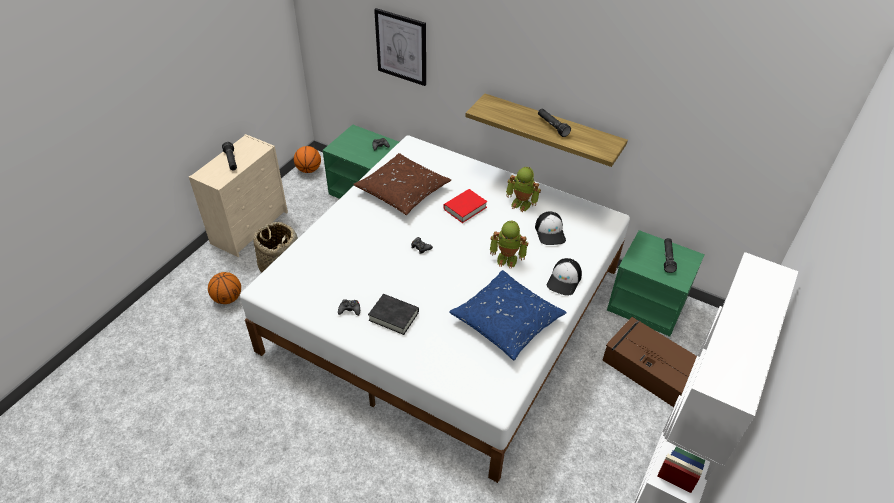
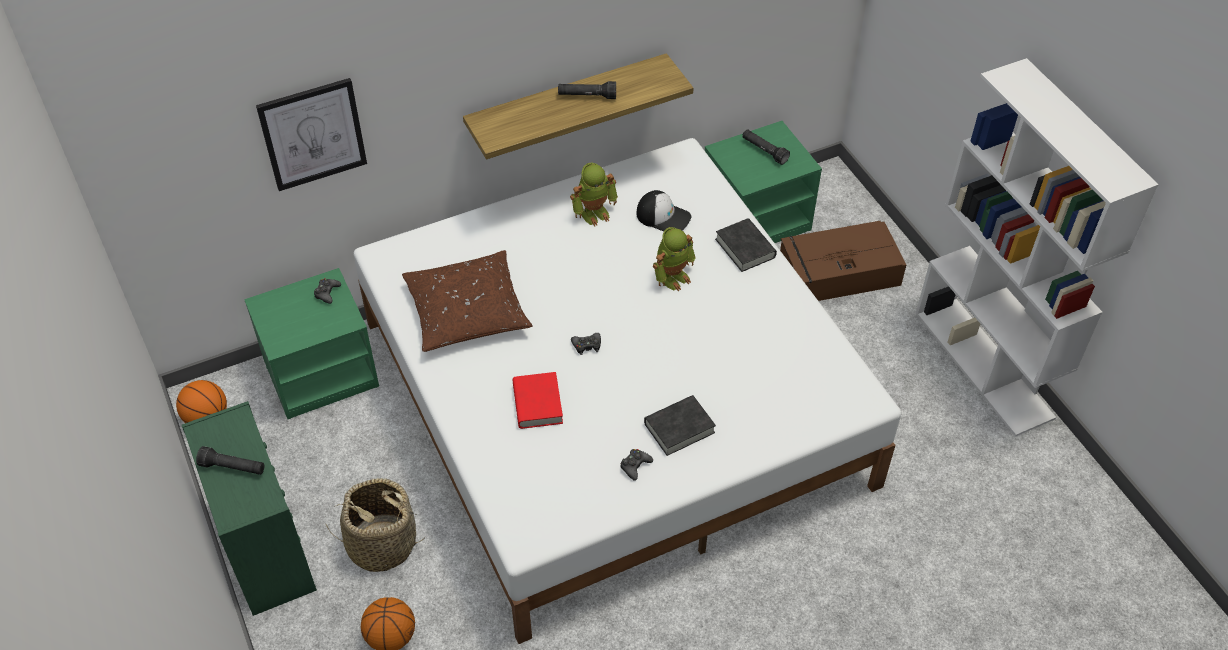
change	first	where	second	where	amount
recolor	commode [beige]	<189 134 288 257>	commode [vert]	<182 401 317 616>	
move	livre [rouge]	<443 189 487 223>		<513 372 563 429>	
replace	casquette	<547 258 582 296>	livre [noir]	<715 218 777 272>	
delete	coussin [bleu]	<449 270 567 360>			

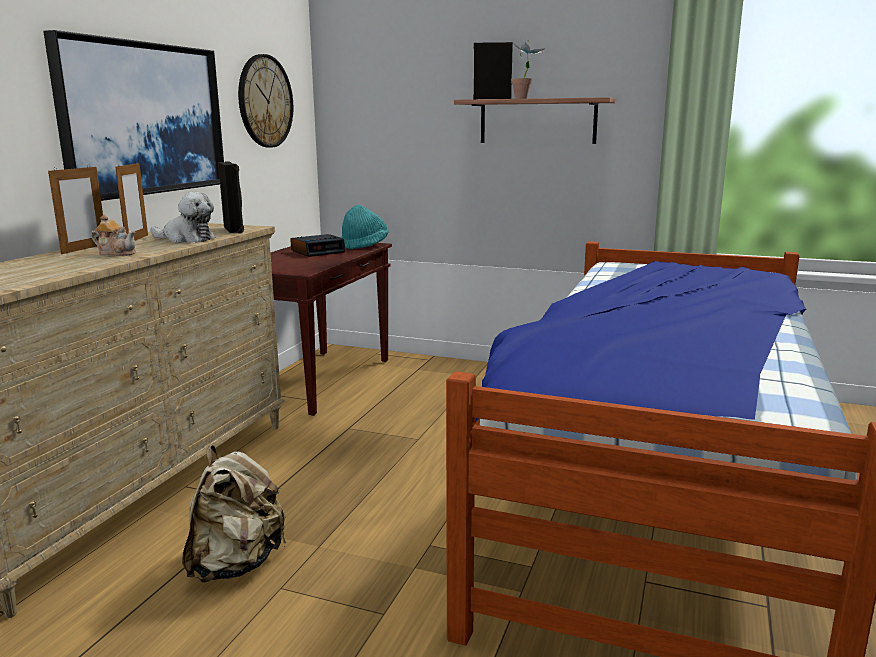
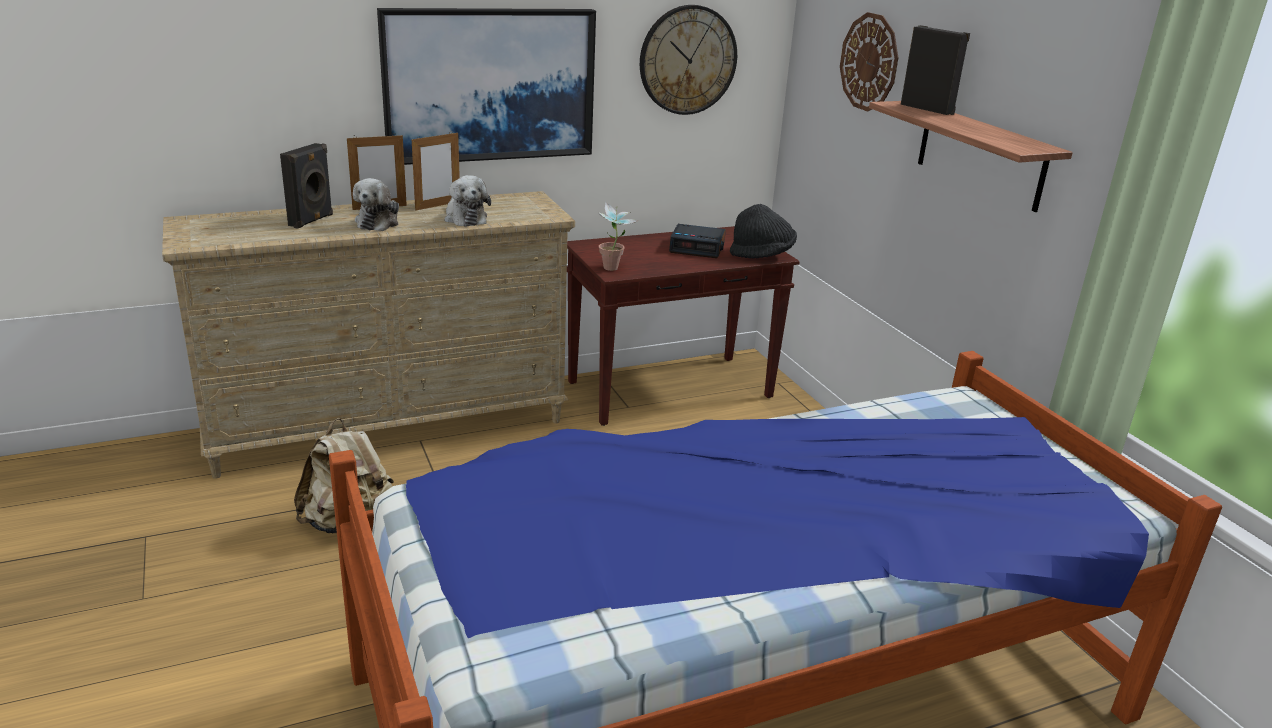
change	first	where	second	where	amount
move	enceinte [noir]	<218 161 244 233>		<280 143 333 229>	
replace	théière	<91 214 136 256>	peluche	<353 178 399 231>	
move	plante en pot	<511 40 544 99>		<598 202 639 271>	
recolor	chapeau [turquoise]	<342 205 389 250>	chapeau [noir]	<730 204 797 258>	
insert			horloge murale	<840 12 898 111>	

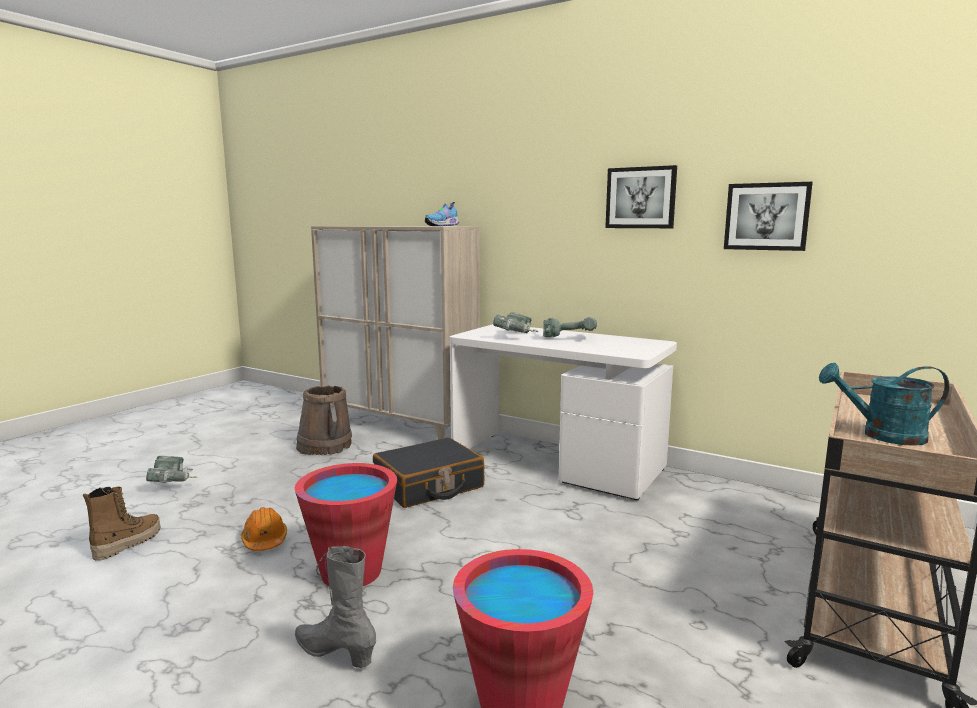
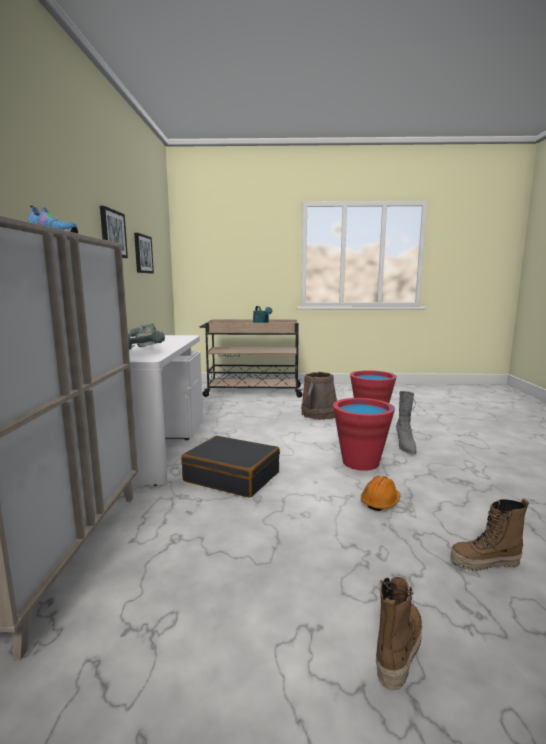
change	first	where	second	where	amount
move	seau [marron]	<296 385 352 455>		<301 372 337 420>	
replace	perceuse	<146 456 198 483>	botte	<376 577 422 690>	

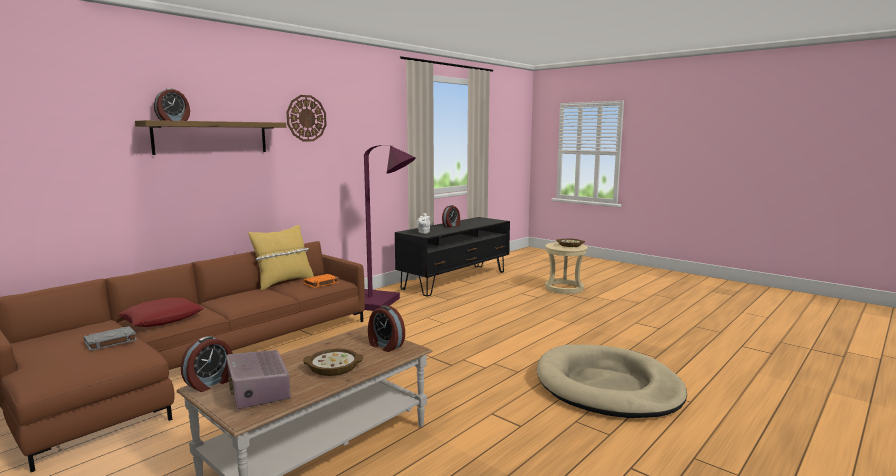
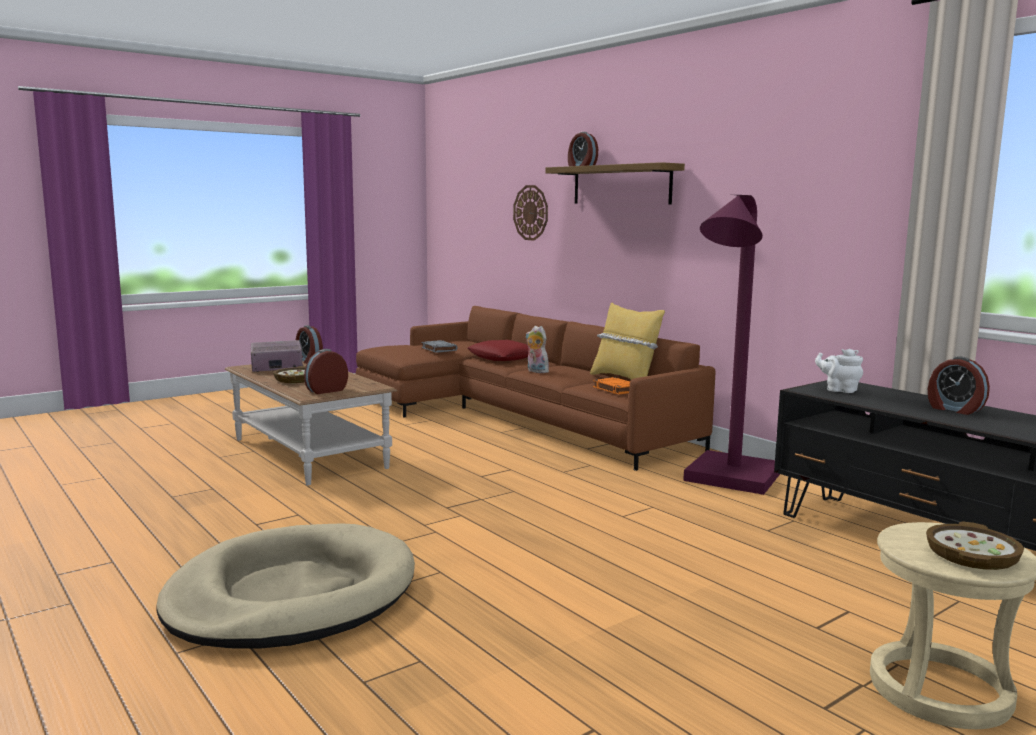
change	first	where	second	where	amount
move	horloge murale	<286 95 327 141>		<513 185 548 240>	
insert			peluche	<526 326 549 373>	

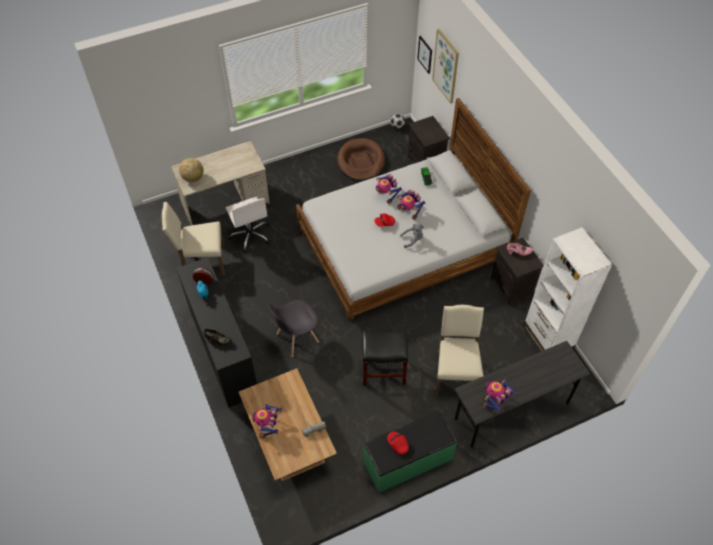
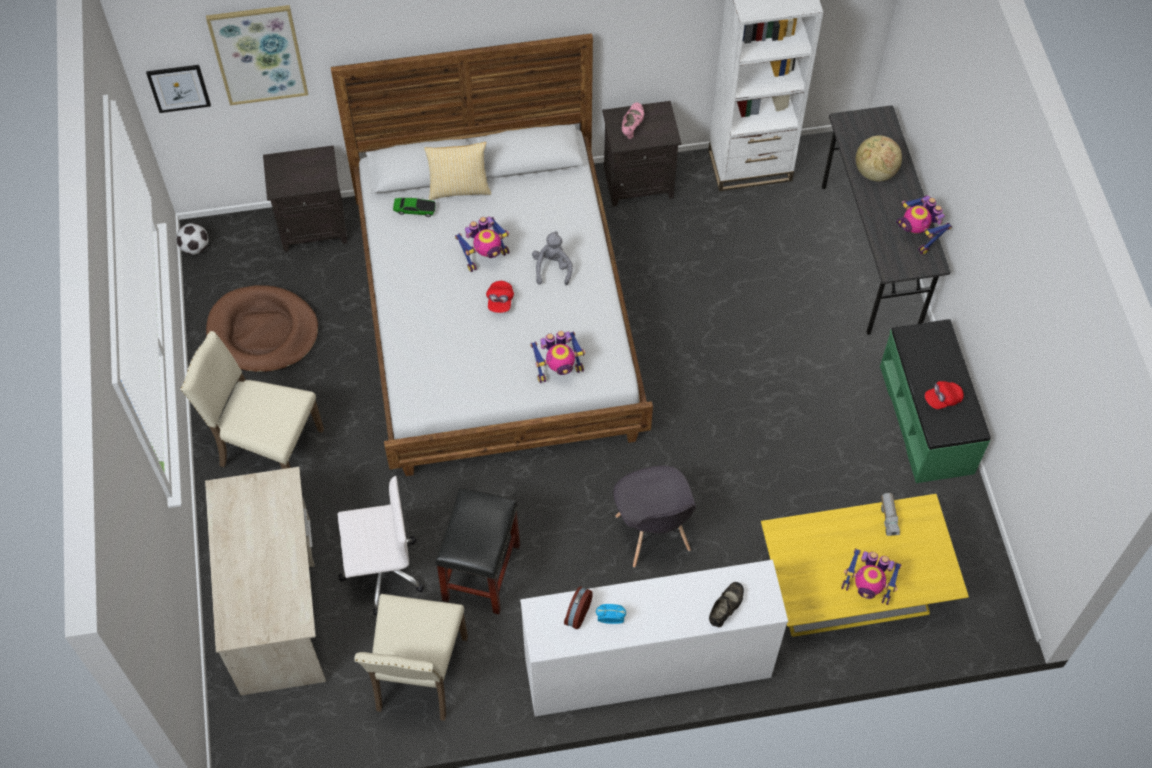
change	first	where	second	where	amount
move	chaise [beige]	<435 305 484 396>		<180 331 324 469>	
insert			coussin	<424 142 491 200>	
move	tabouret [noir]	<362 331 408 385>		<435 488 520 614>	
recolor	commode [noir]	<176 257 257 407>	commode [blanc]	<520 560 788 716>	
move	robot jouet	<376 174 402 204>		<530 331 585 383>	
recolor	table basse [marron]	<239 368 337 481>	table basse [jaune]	<761 494 969 637>	
move	globe	<179 158 203 182>		<856 135 902 181>	

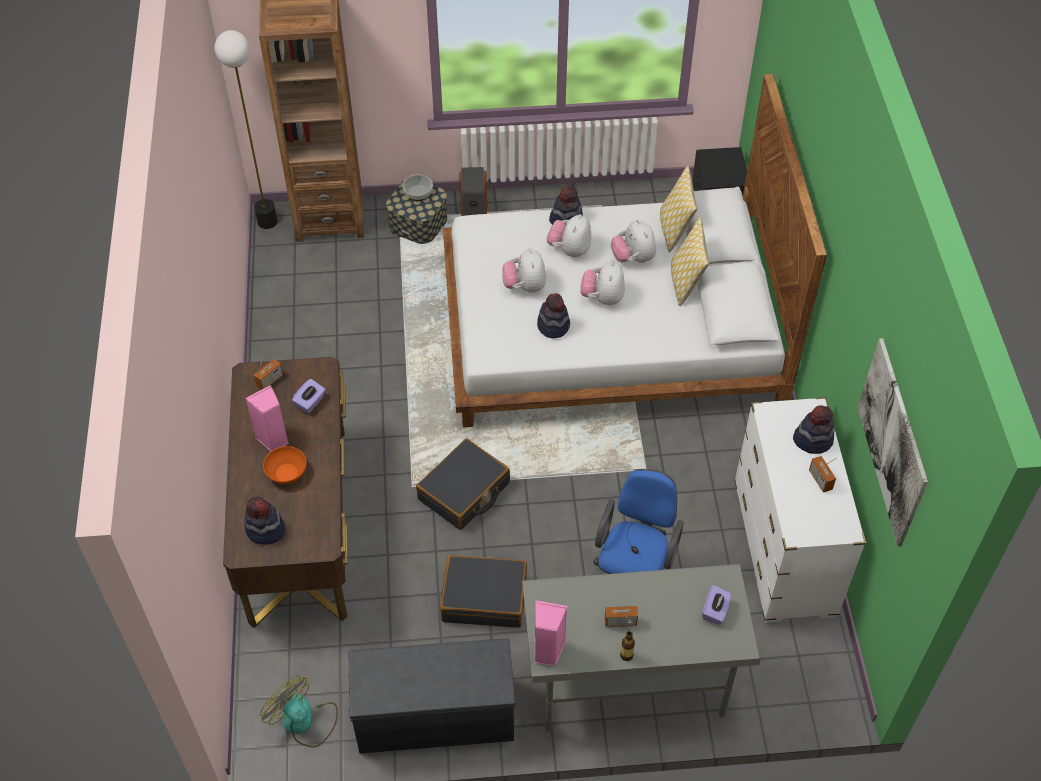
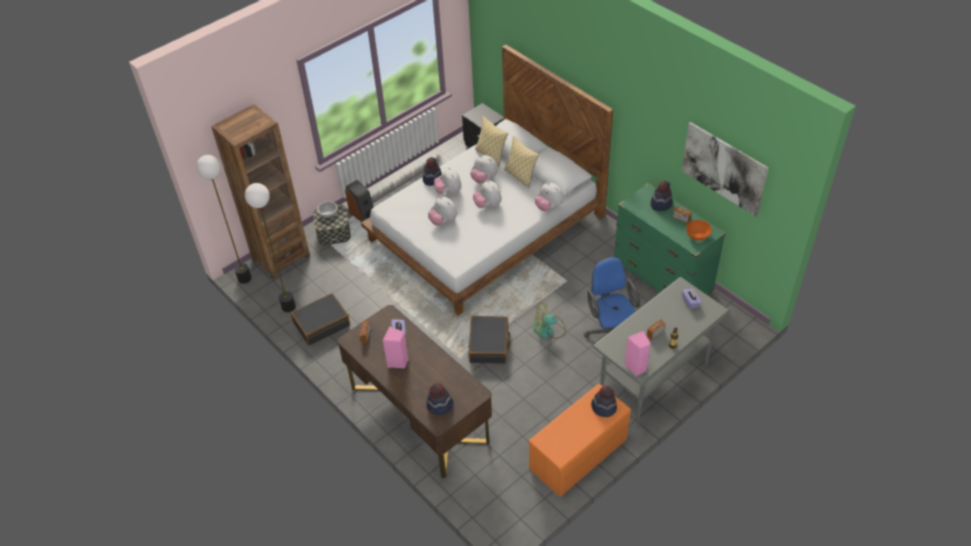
change	first	where	second	where	amount
insert			lampadaire	<245 183 296 312>	
move	valise [noir]	<440 555 527 628>		<291 293 350 346>	
recolor	banc [gris]	<349 638 515 754>	banc [orange]	<529 384 631 497>	
move	ventilateur	<260 675 338 747>		<532 303 566 339>	
insert			peluche	<535 182 564 211>	
move	chapeau	<537 293 570 338>		<591 386 617 417>	
recolor	commode [blanc]	<734 397 866 623>	commode [vert]	<614 183 726 295>	
move	bol [orange]	<263 446 307 484>		<686 220 712 241>	

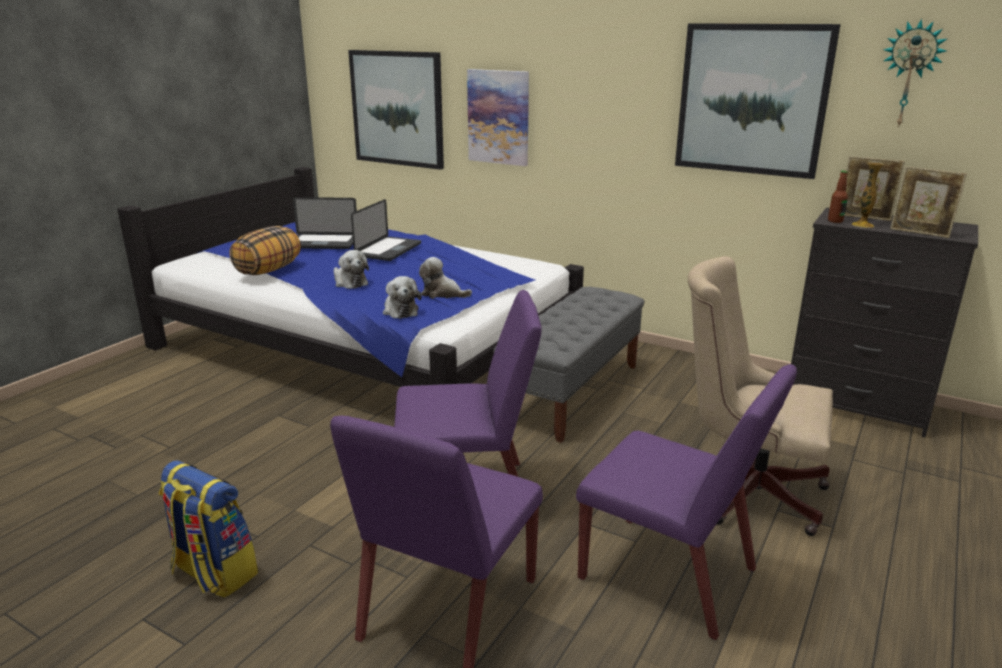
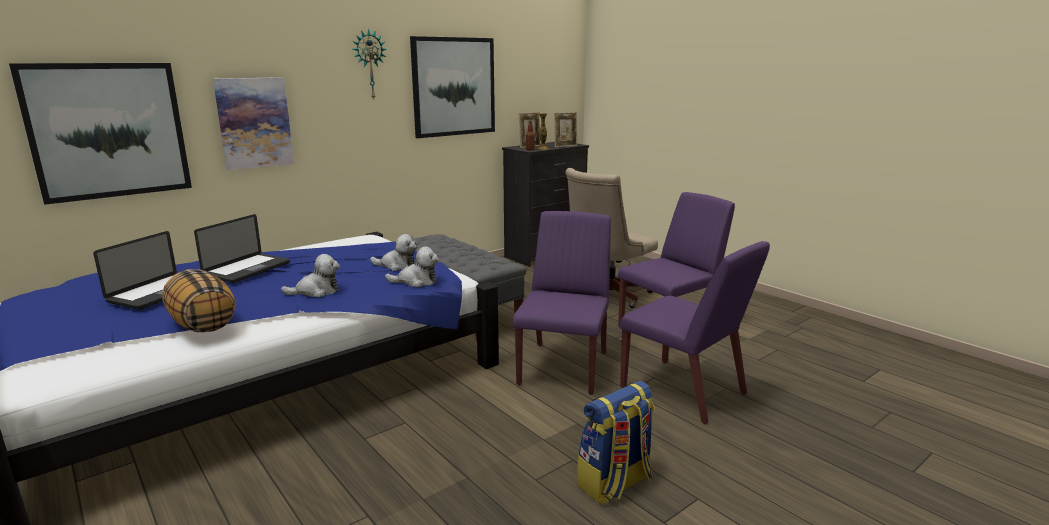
change	first	where	second	where	amount
rotate	ordinateur portable	<351 199 421 261>		<194 214 290 283>	75 degrees clockwise
move	horloge murale	<883 19 947 128>		<353 29 387 100>	
rotate	peluche	<419 257 472 299>		<370 234 417 271>	120 degrees counterclockwise

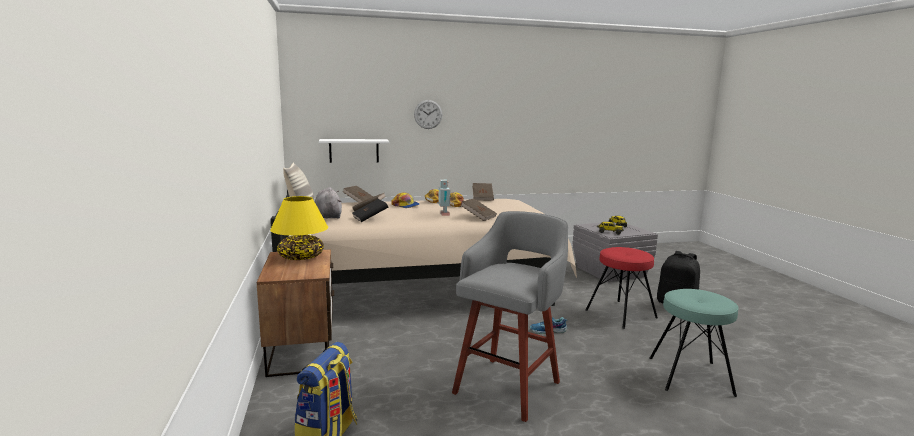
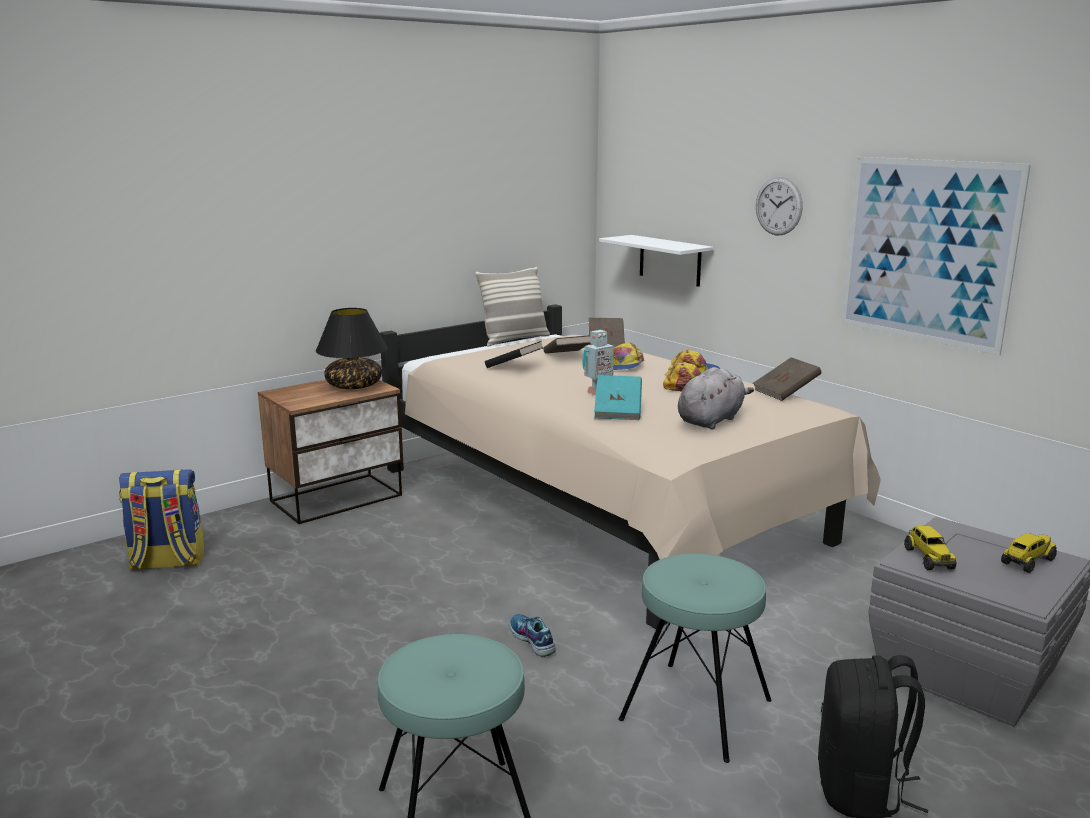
change	first	where	second	where	amount
recolor	lampe de table [jaune]	<270 196 328 260>	lampe de table [noir]	<316 308 388 389>	
recolor	livre [marron]	<460 198 497 221>	livre [turquoise]	<594 375 642 420>	
recolor	tabouret [rouge]	<585 247 658 329>	tabouret [turquoise]	<618 554 772 763>	
move	peluche [gris]	<315 187 342 218>		<678 367 754 429>	
insert			tableau	<841 157 1031 355>	
delete	tabouret [gris]	<452 211 568 422>			

